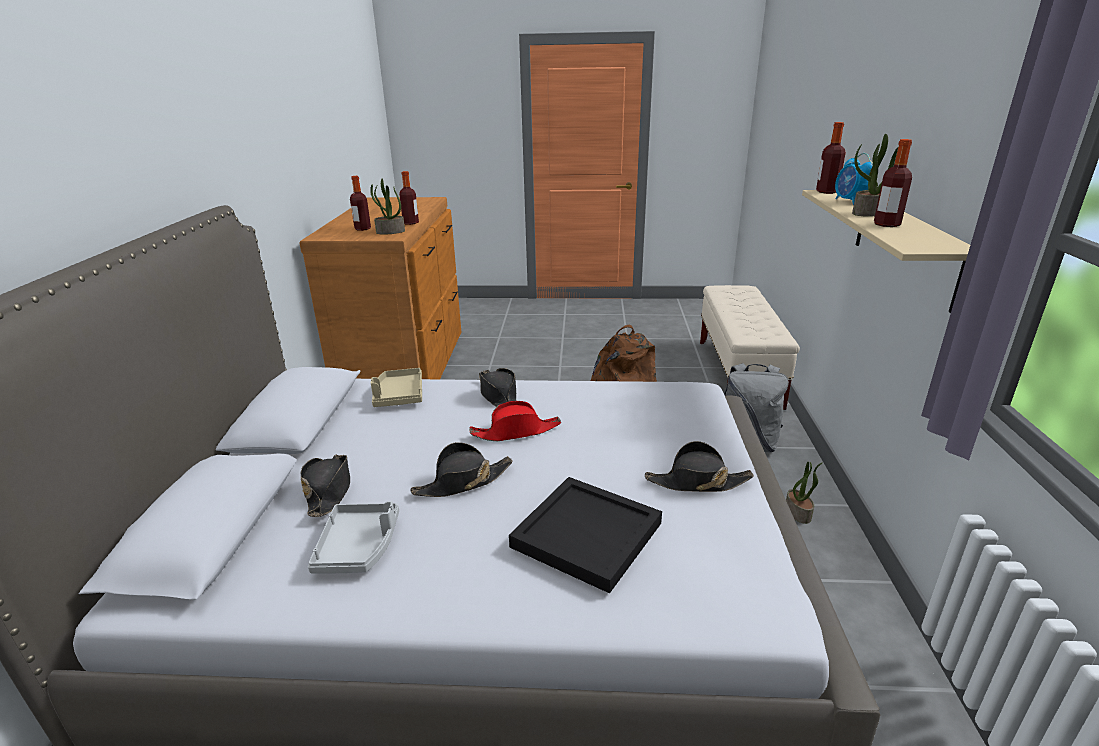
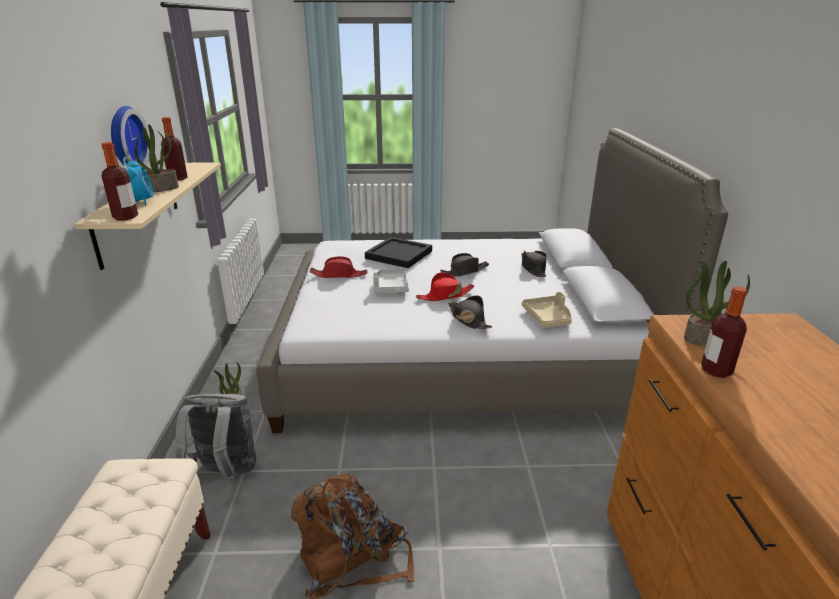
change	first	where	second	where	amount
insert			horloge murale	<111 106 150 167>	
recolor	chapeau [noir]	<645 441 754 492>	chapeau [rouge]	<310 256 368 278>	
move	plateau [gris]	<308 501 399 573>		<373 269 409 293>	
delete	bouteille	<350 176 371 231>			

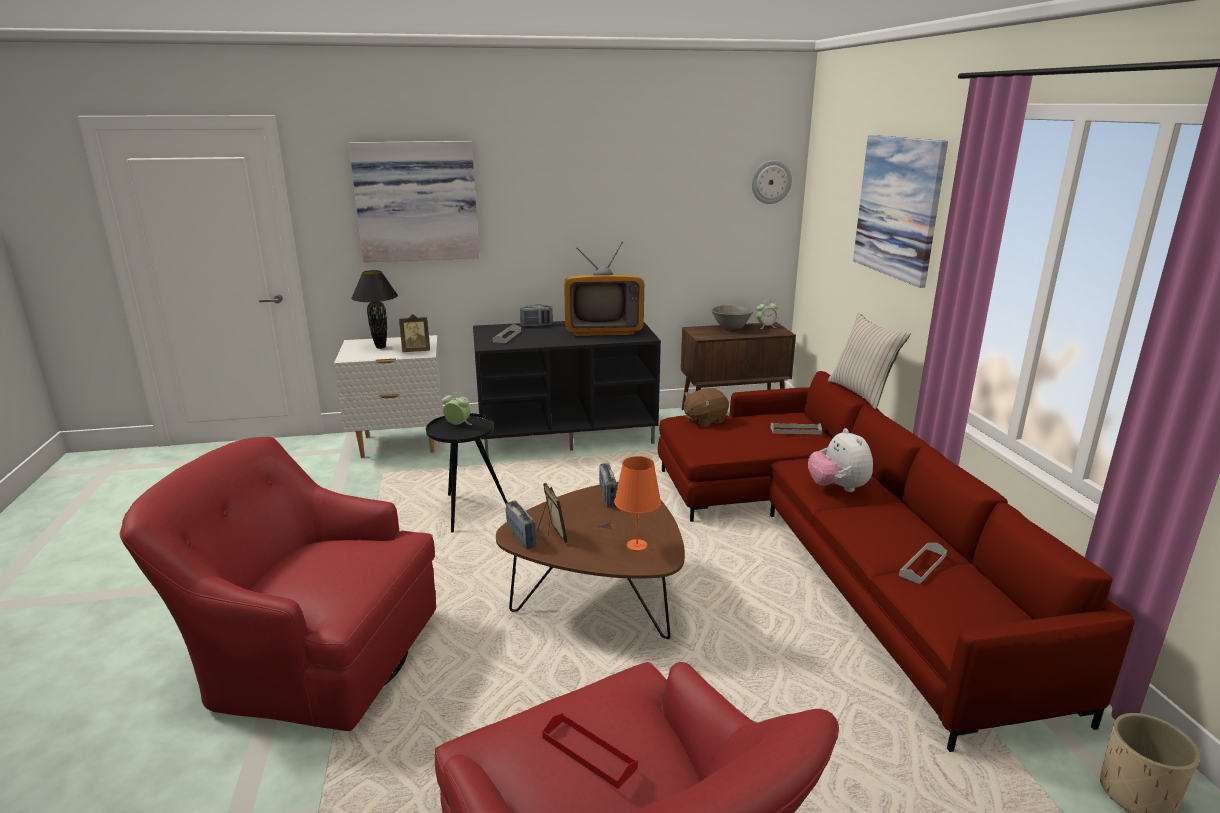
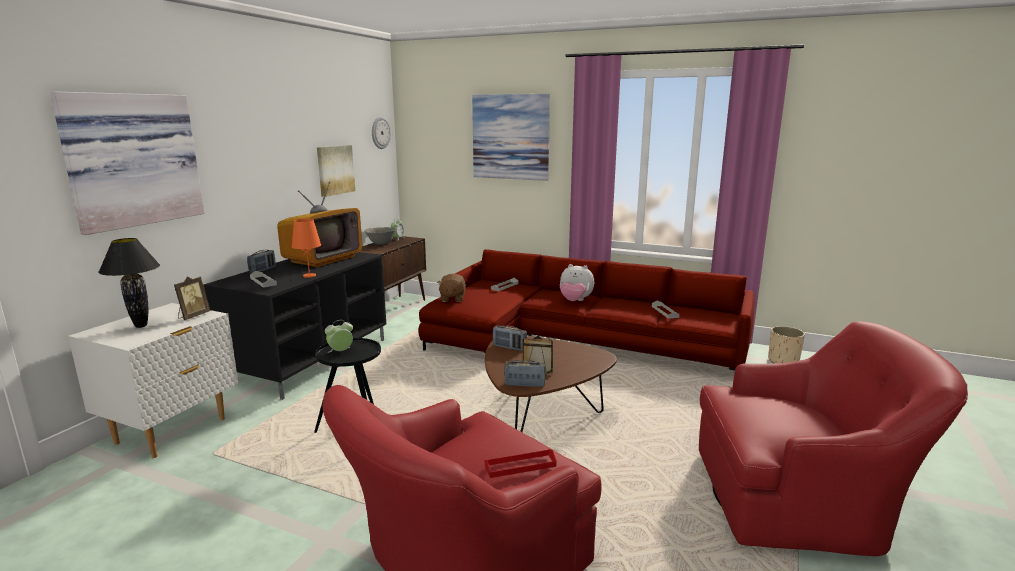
change	first	where	second	where	amount
move	lampe de table [orange]	<614 456 661 552>		<291 219 321 278>	
insert			tableau	<317 145 355 197>	
move	plateau [rouge]	<542 713 638 789>		<485 449 557 478>	
delete	coussin [beige]	<828 313 911 409>			

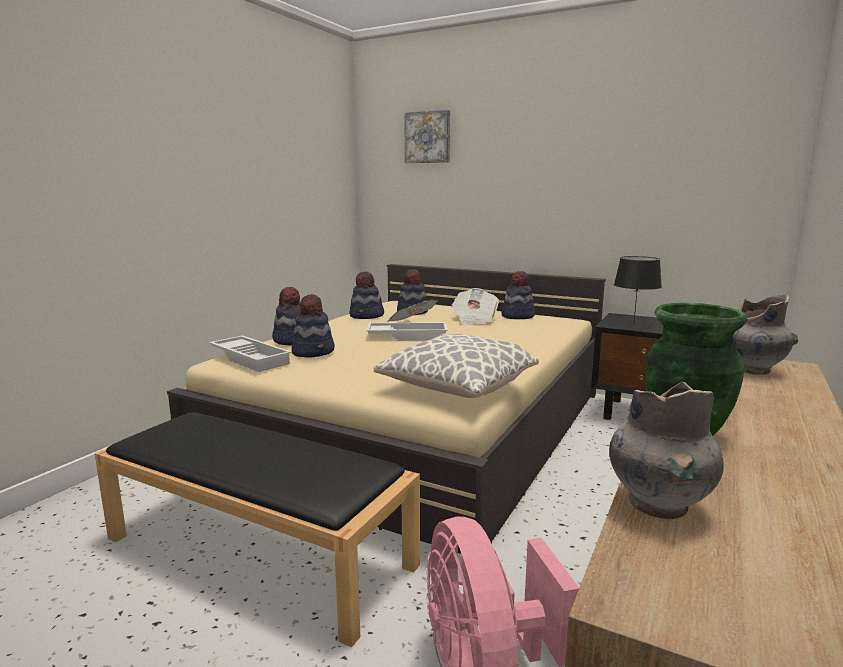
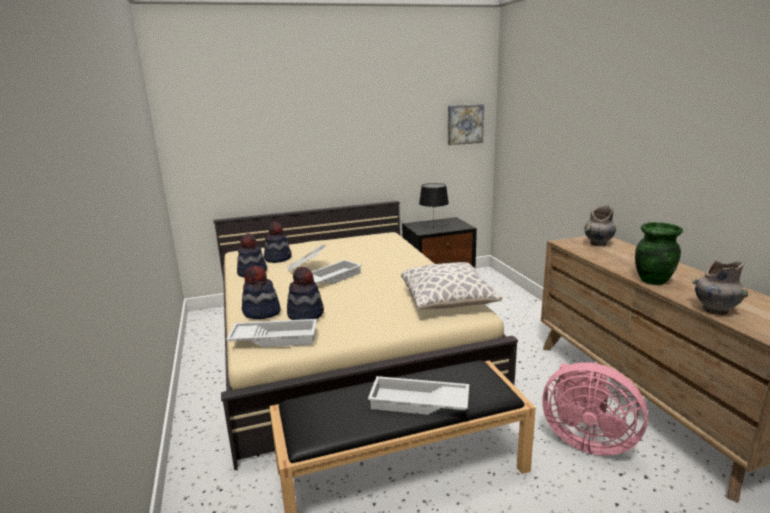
change	first	where	second	where	amount
insert			plateau [blanc]	<368 376 469 415>	
move	tableau	<404 110 450 163>		<448 104 484 145>	
delete	journal	<451 288 499 325>			
delete	chapeau	<501 271 535 319>			

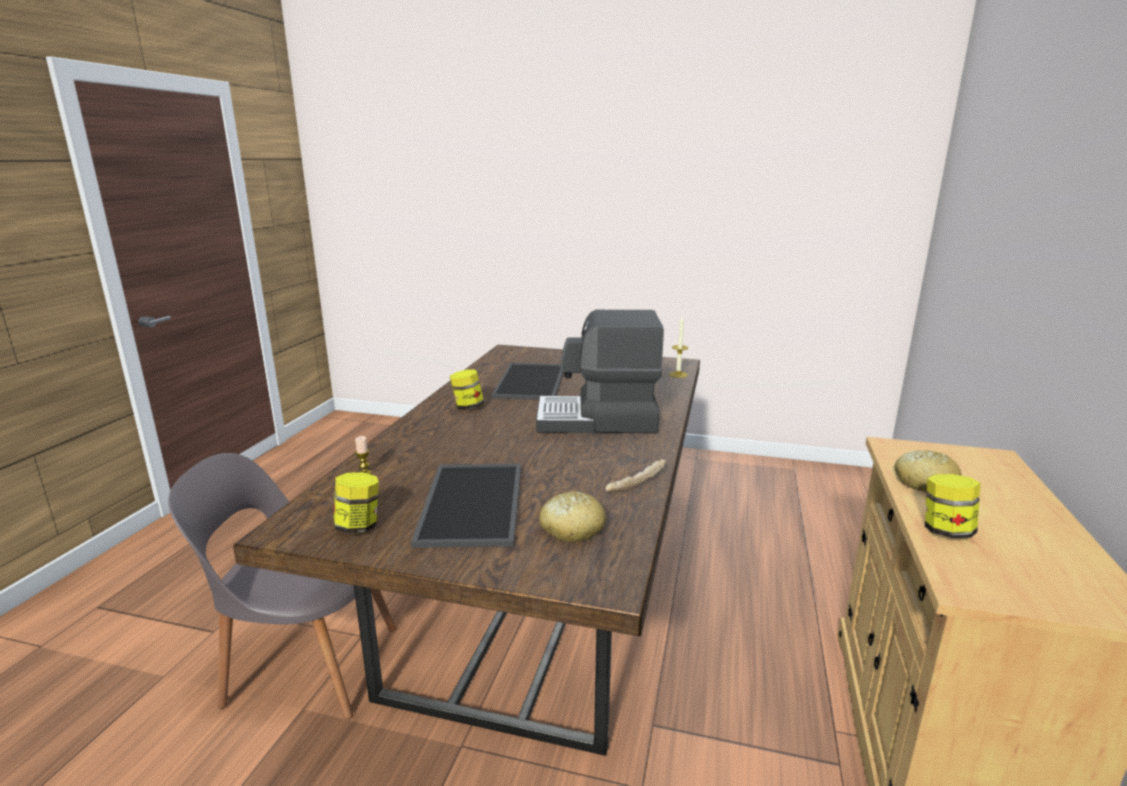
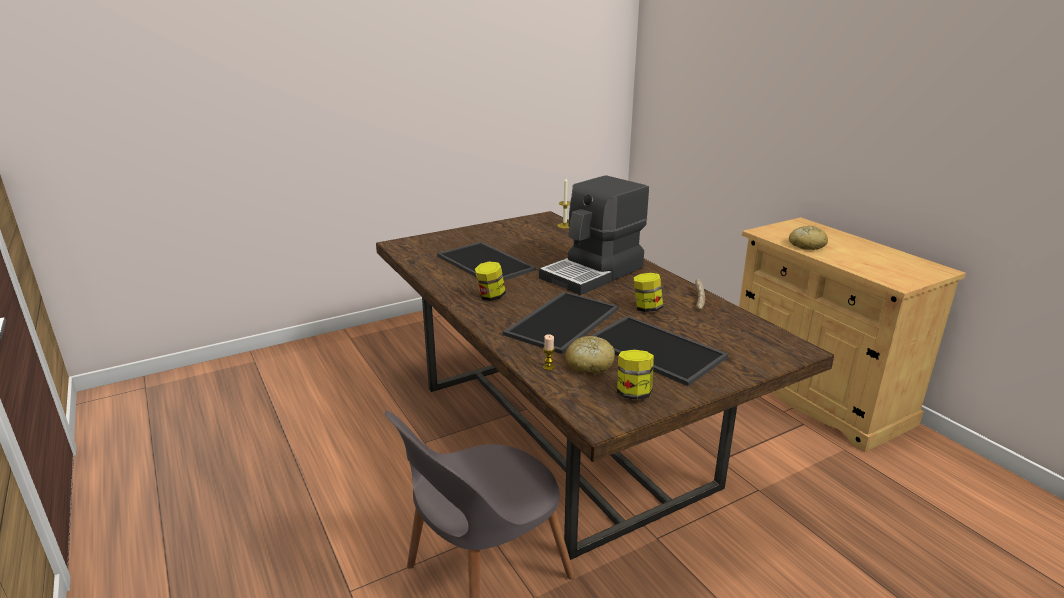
change	first	where	second	where	amount
insert			plateau	<503 292 619 354>	
move	pain	<539 491 606 542>		<565 336 615 373>	
move	bocal	<925 474 981 538>		<633 273 663 312>	

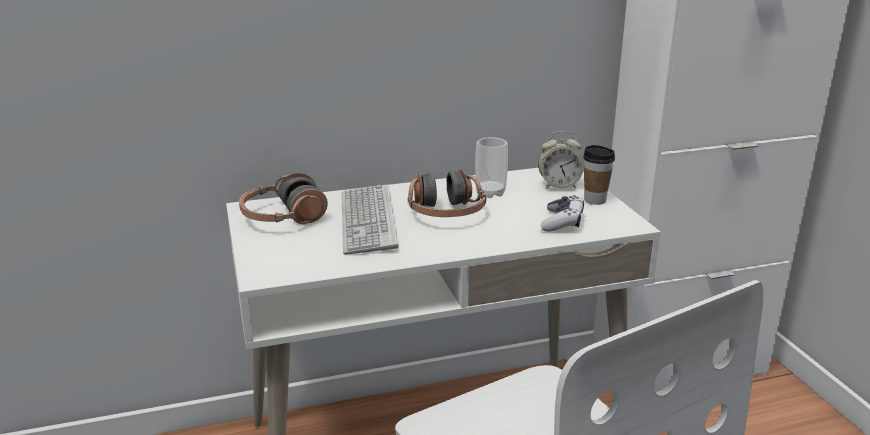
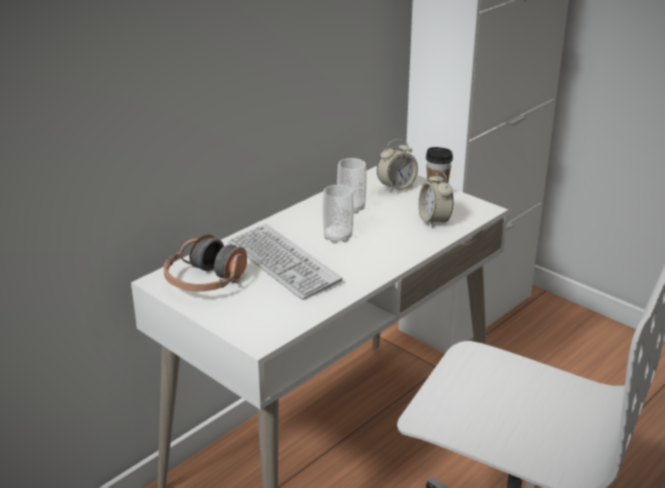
change	first	where	second	where	amount
replace	casque audio	<408 169 486 217>	tasse	<322 185 354 244>	
replace	manette	<541 195 584 232>	réveil	<418 170 454 228>	

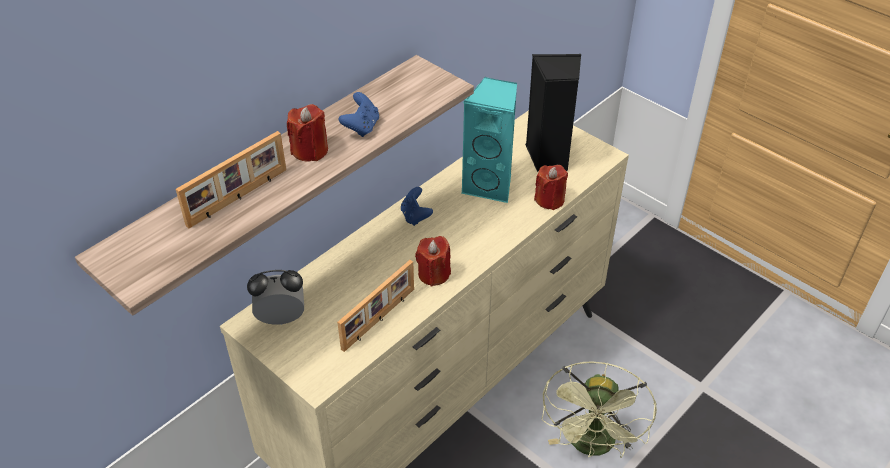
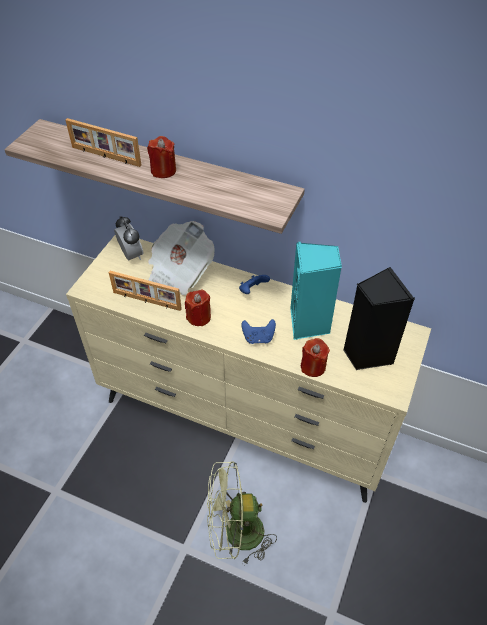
change	first	where	second	where	amount
insert			journal	<148 221 215 295>	
move	manette [bleu]	<339 92 379 137>		<241 319 276 344>	

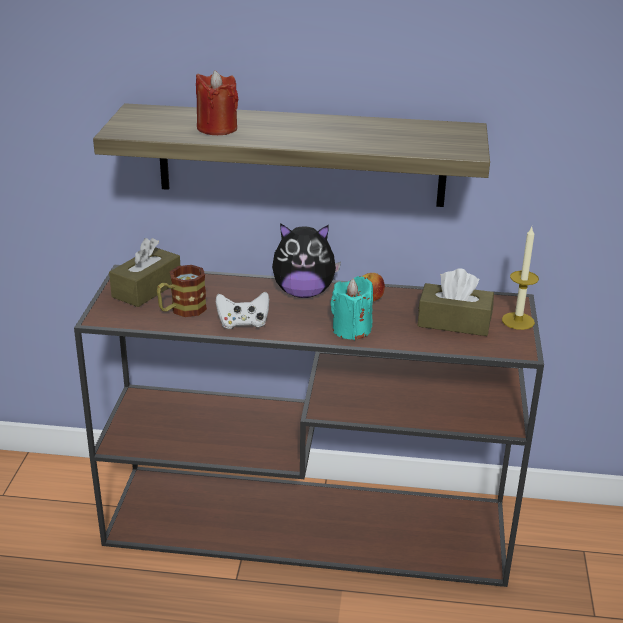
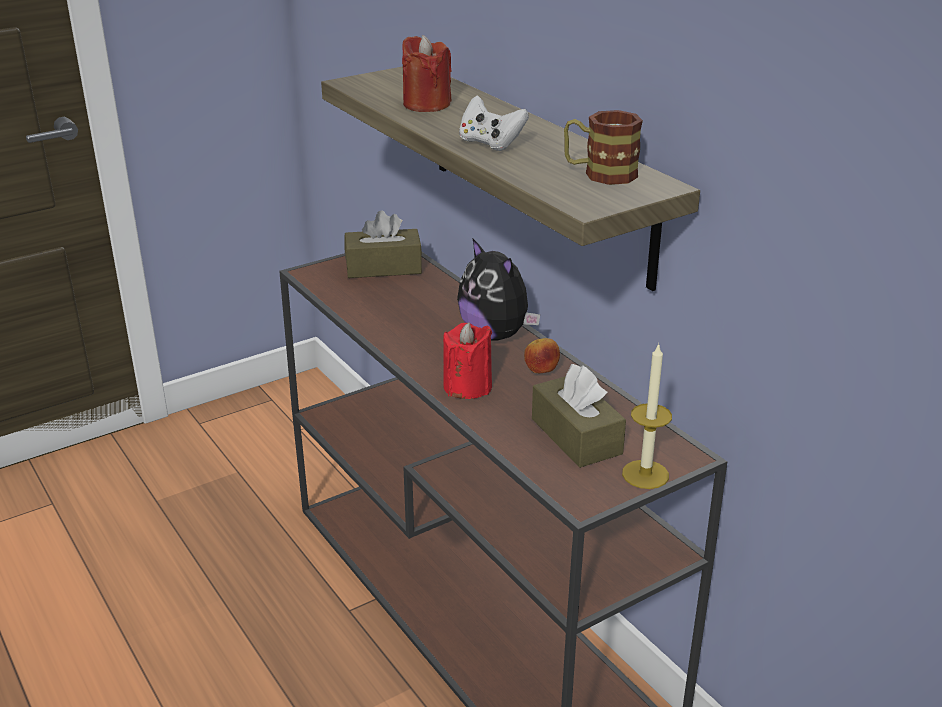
change	first	where	second	where	amount
recolor	bougie [turquoise]	<331 276 373 340>	bougie [rouge]	<443 322 492 399>	
move	manette [blanc]	<216 291 269 329>		<459 95 529 151>	
move	mug	<157 265 207 317>		<564 110 643 185>	

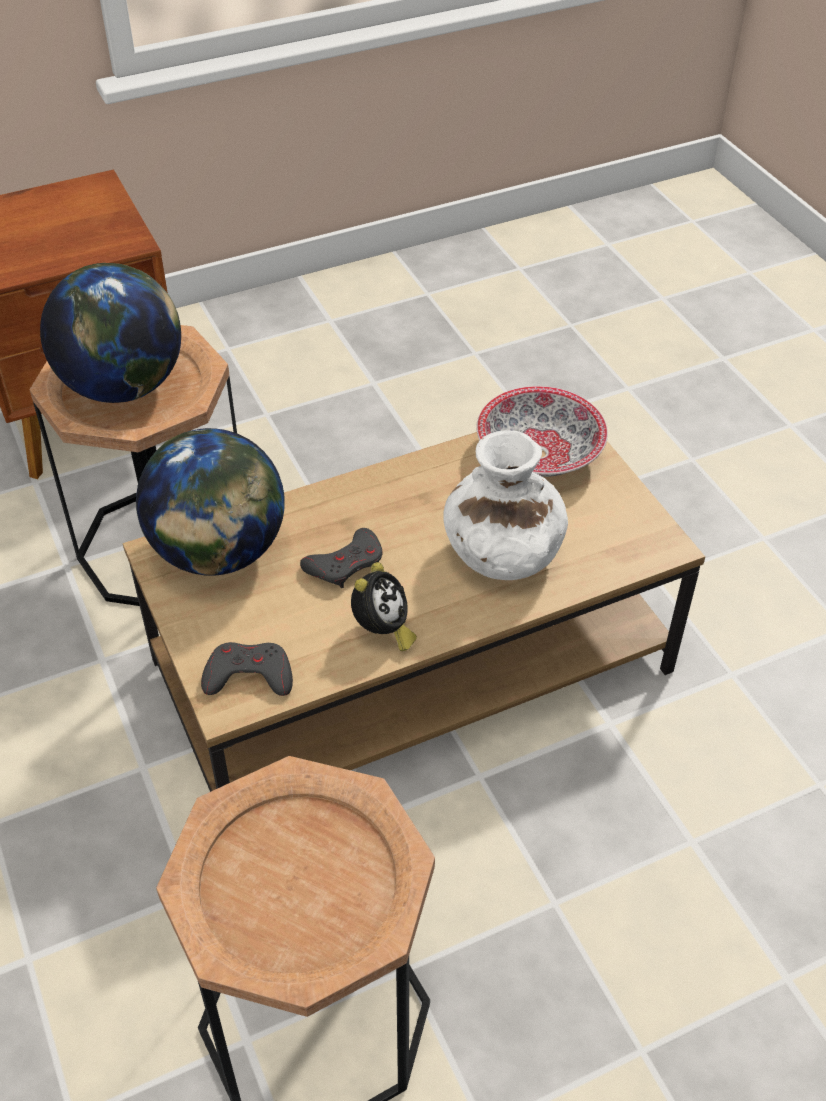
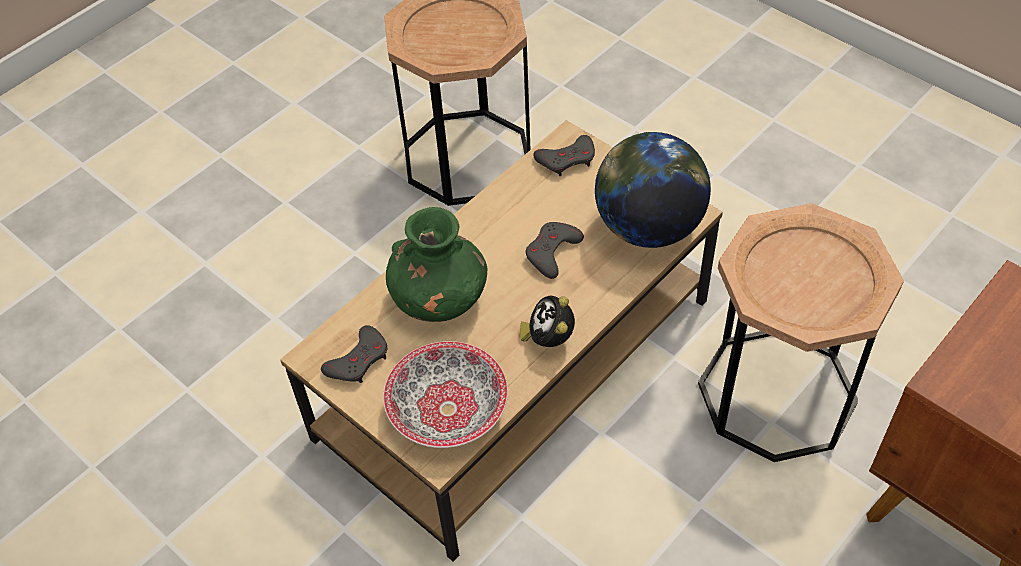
change	first	where	second	where	amount
insert			manette [gris]	<321 325 387 383>	
recolor	vase [blanc]	<443 430 568 580>	vase [vert]	<386 207 487 322>	
move	réveil	<351 562 417 651>		<520 296 575 347>	
delete	globe	<40 263 181 403>			

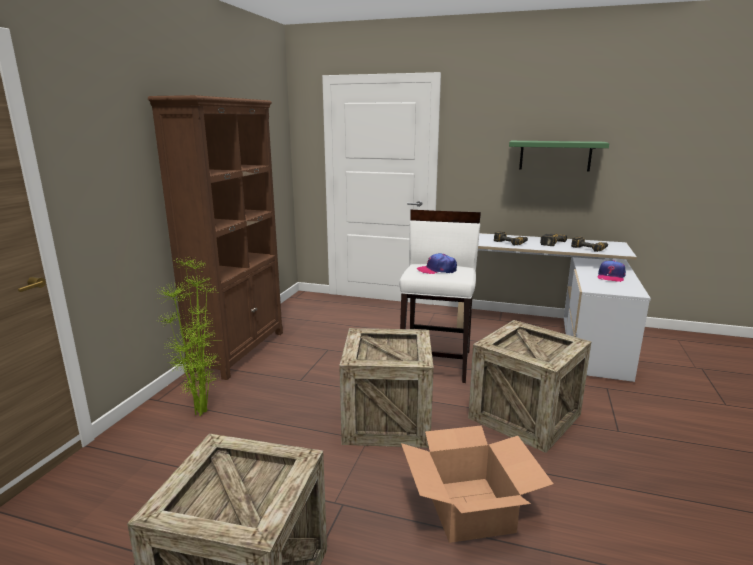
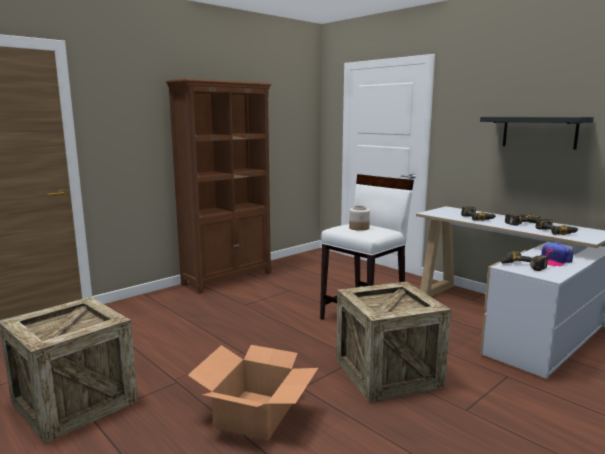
change	first	where	second	where	amount
replace	casquette	<417 253 457 274>	bocal	<349 206 370 231>	
recolor	étagère [vert]	<509 141 609 171>	étagère [noir]	<480 117 594 150>	
insert			perceuse	<500 251 548 271>	
delete	plante en pot	<156 257 220 416>			
delete	caisse	<339 328 434 448>			

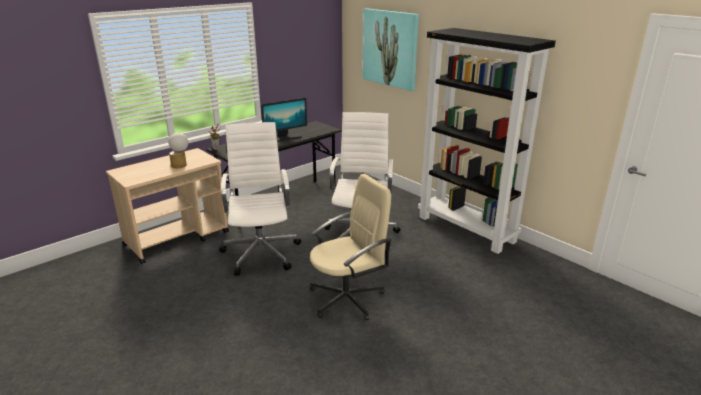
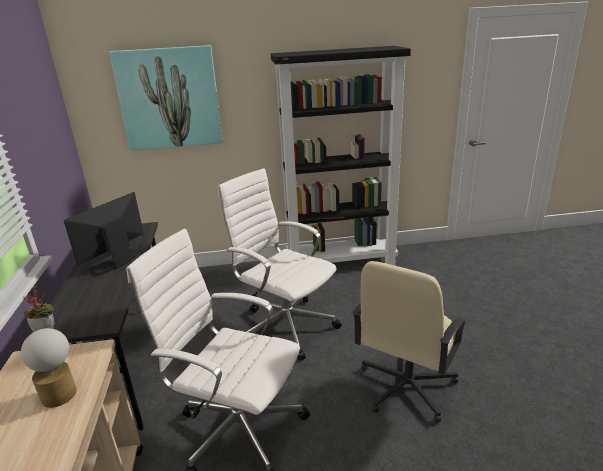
change	first	where	second	where	amount
rotate	écran d'ordinateur	<261 98 307 142>		<64 192 144 276>	150 degrees counterclockwise
rotate	chaise de bureau [beige]	<310 174 392 320>		<352 261 468 422>	150 degrees counterclockwise

